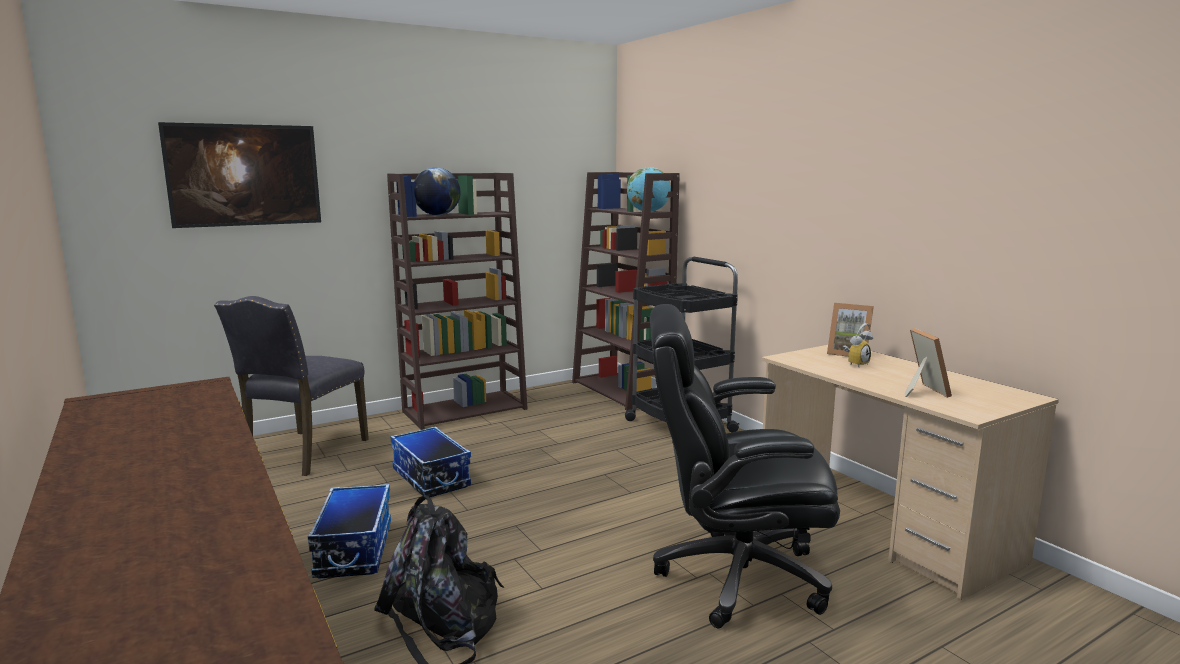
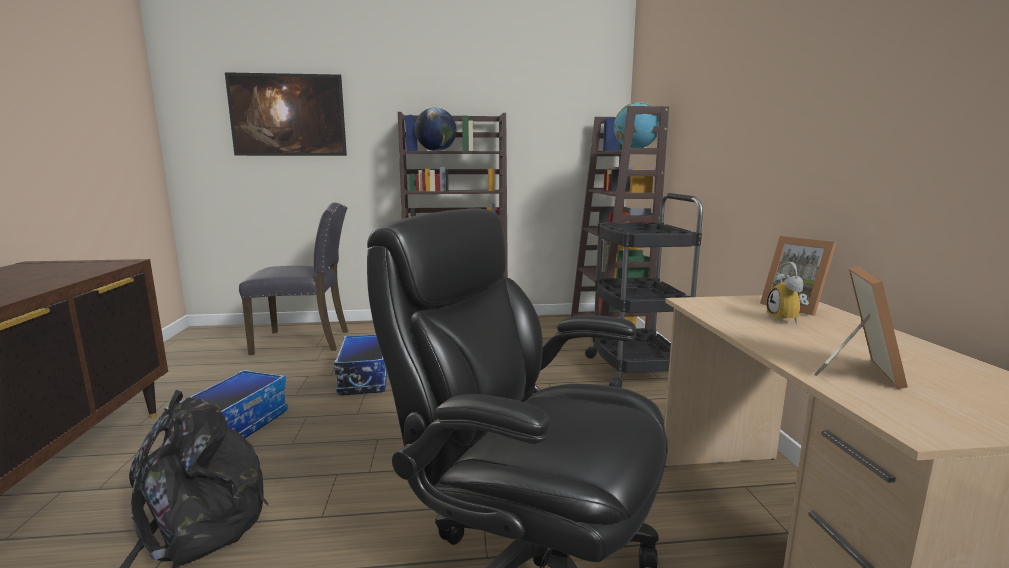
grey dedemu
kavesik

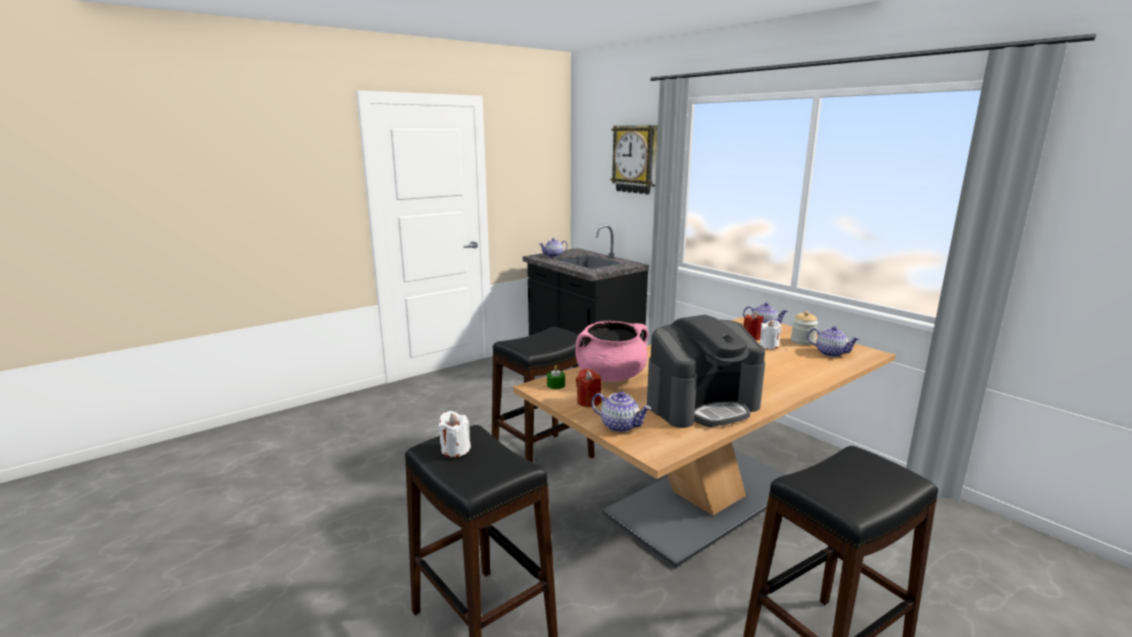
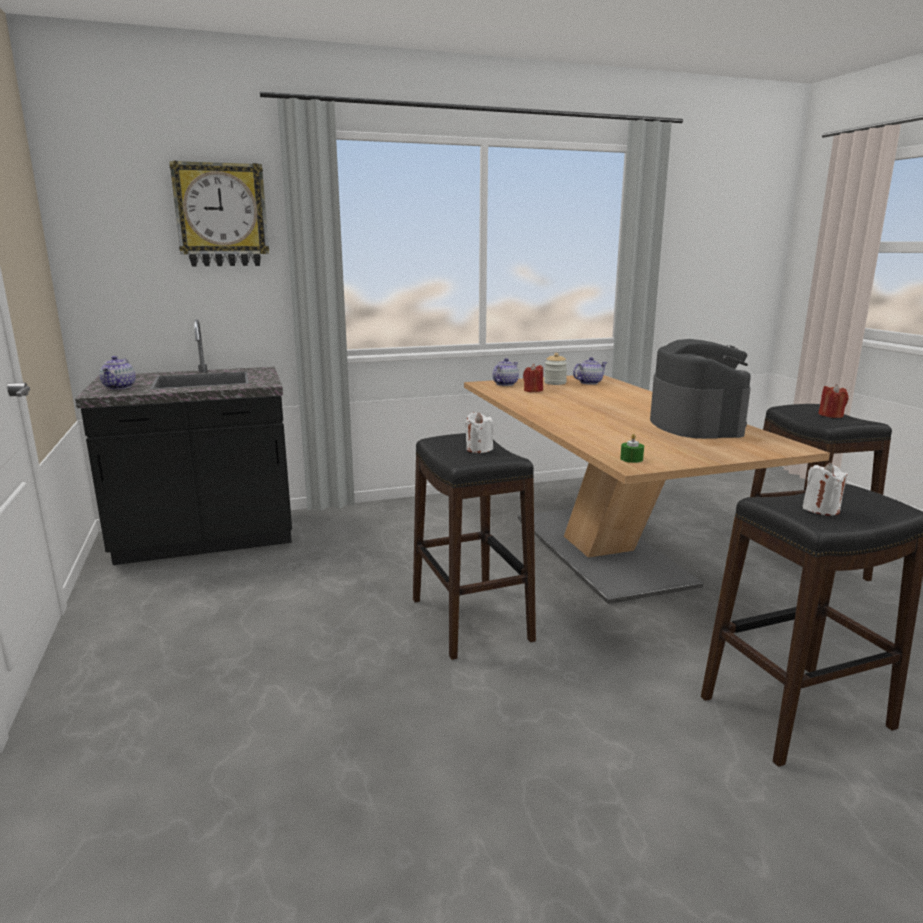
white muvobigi (1st from left)
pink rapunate
red muvobigi (2nd from left)
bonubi (2nd from left in the first image)

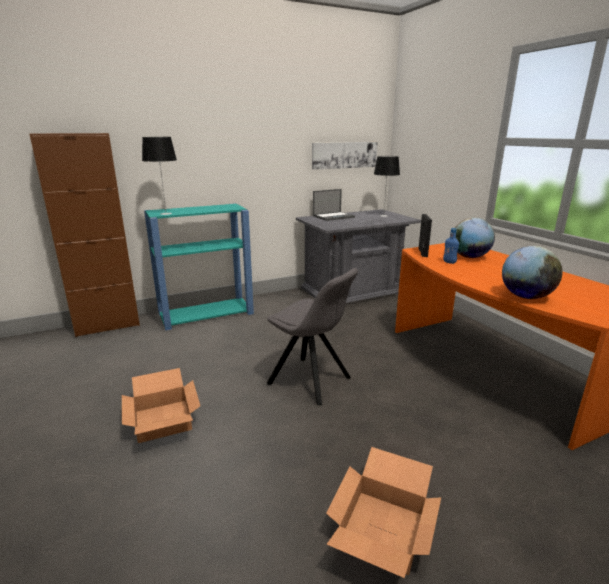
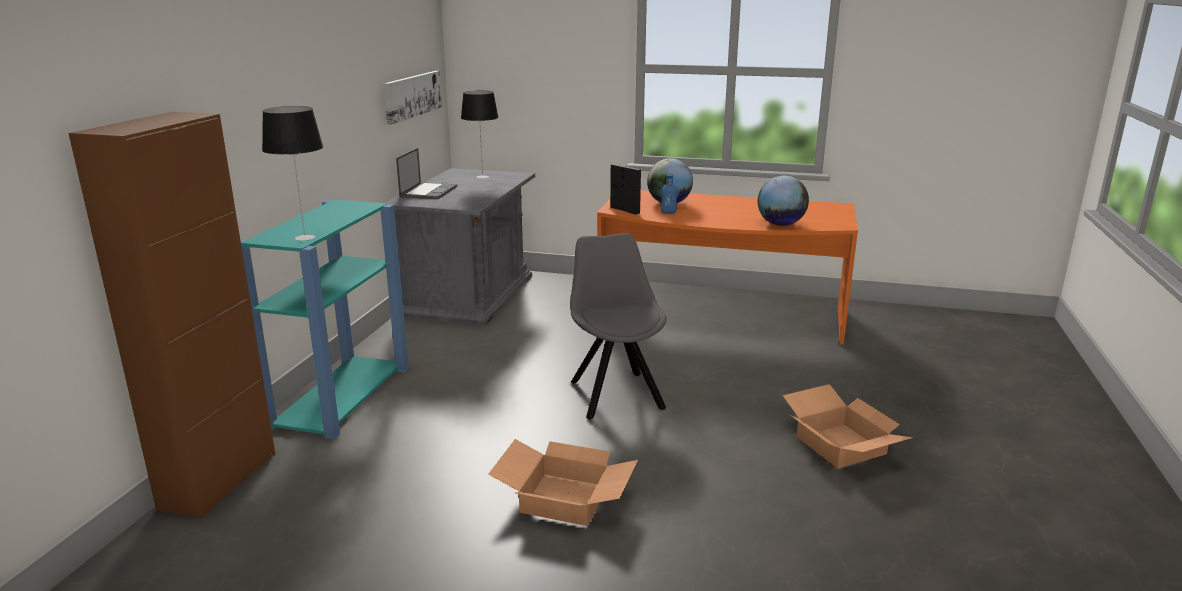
grey dedemu

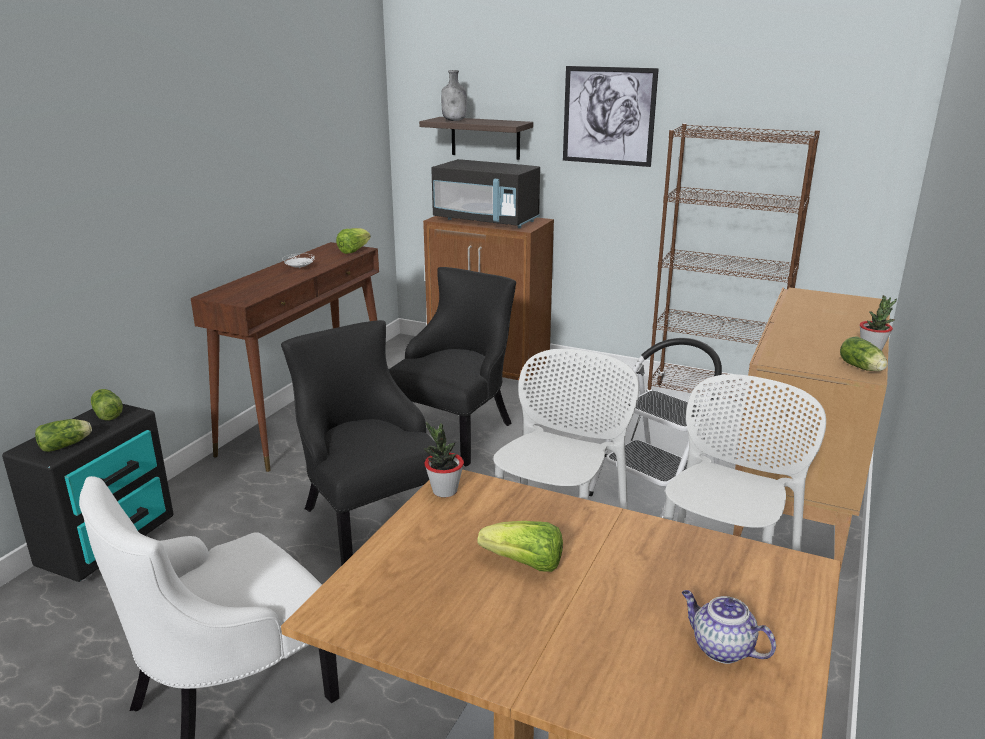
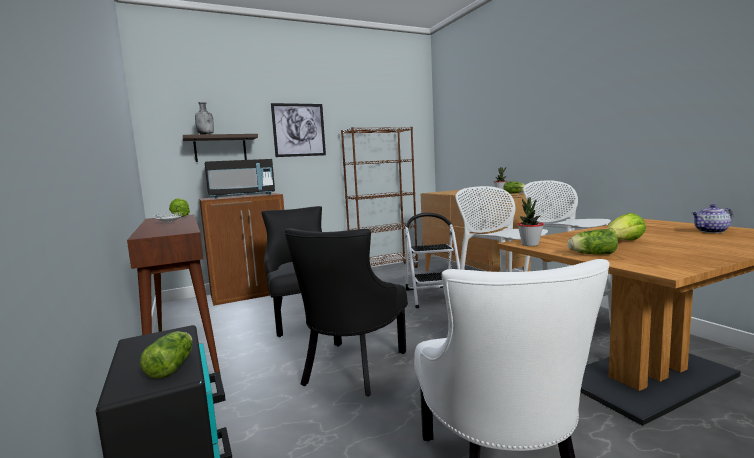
black dedemu (2nd from left)
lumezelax (4th from left)

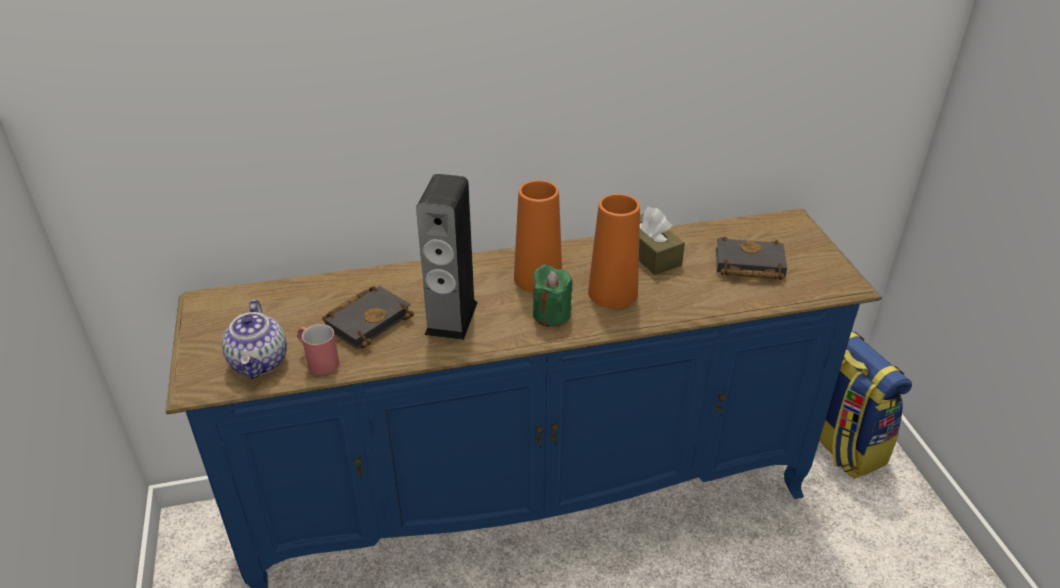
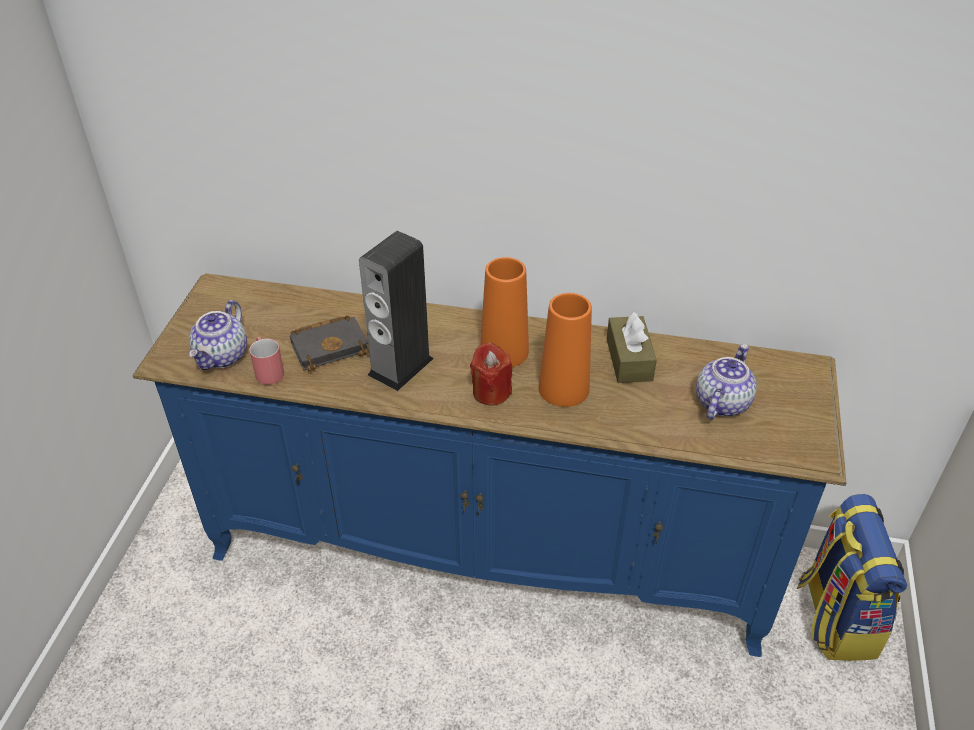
bonubi (2nd from left)
red muvobigi

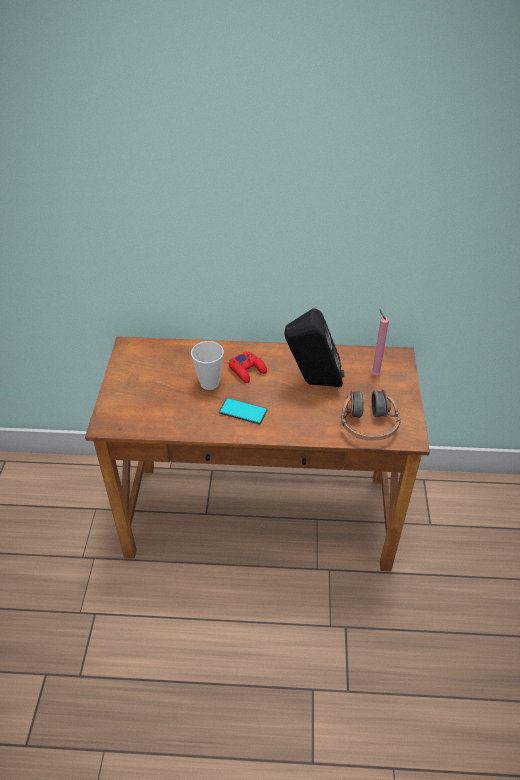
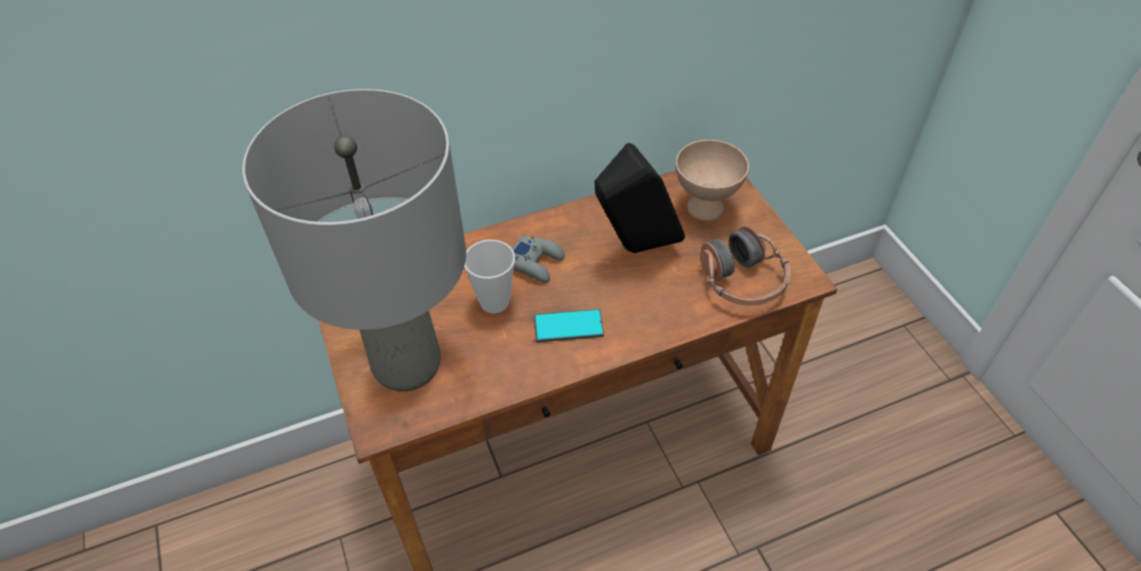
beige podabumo
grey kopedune
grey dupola

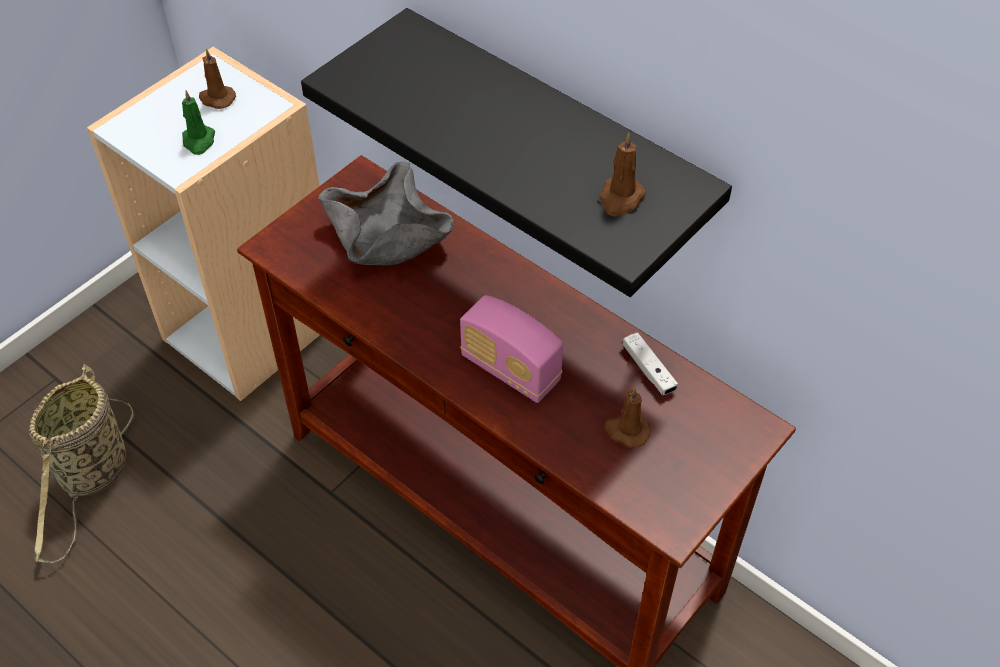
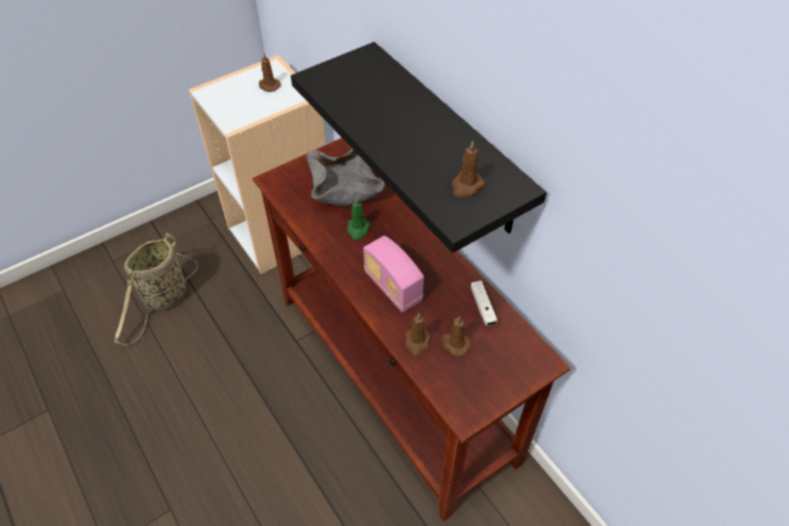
green muvobigi
brown muvobigi (2nd from left)

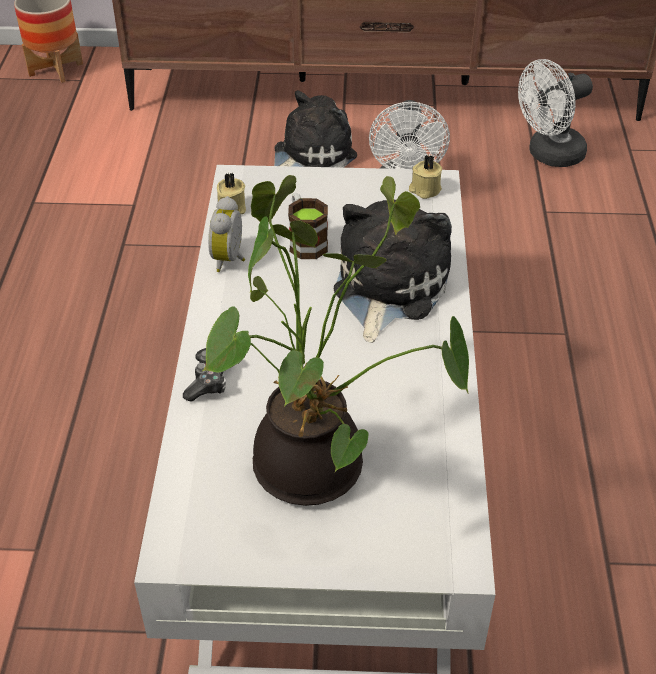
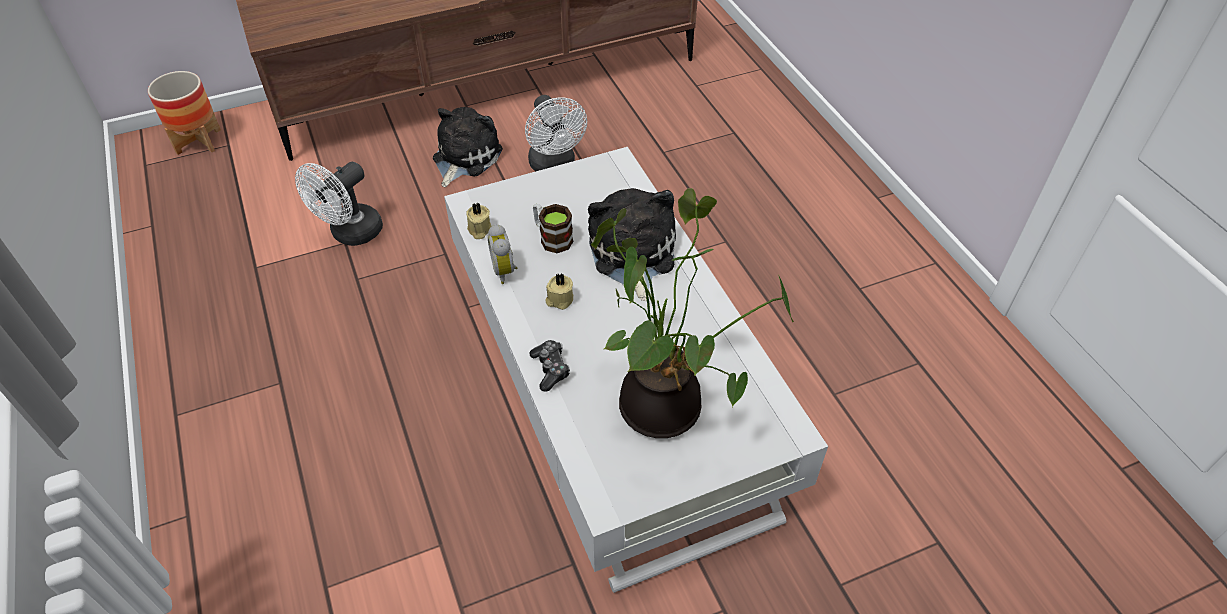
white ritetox (1st from left)
beige muvobigi (2nd from left)

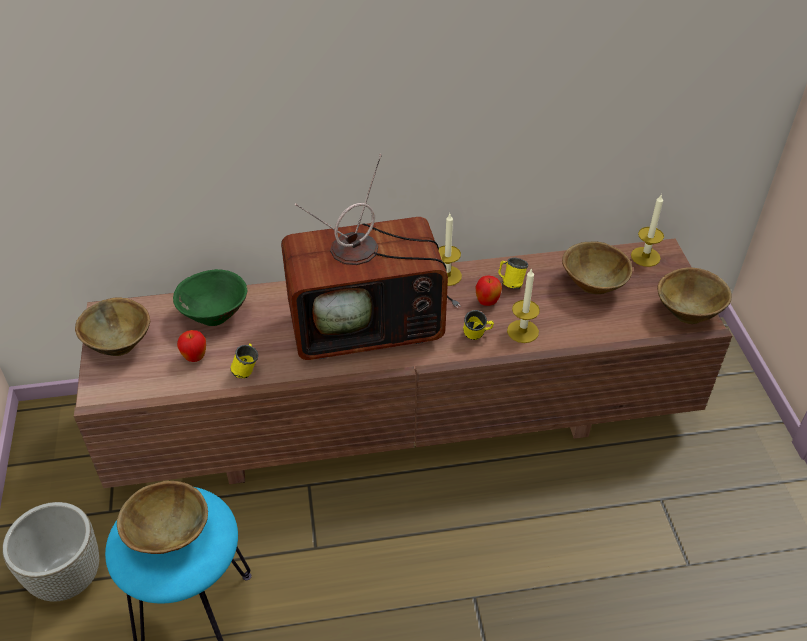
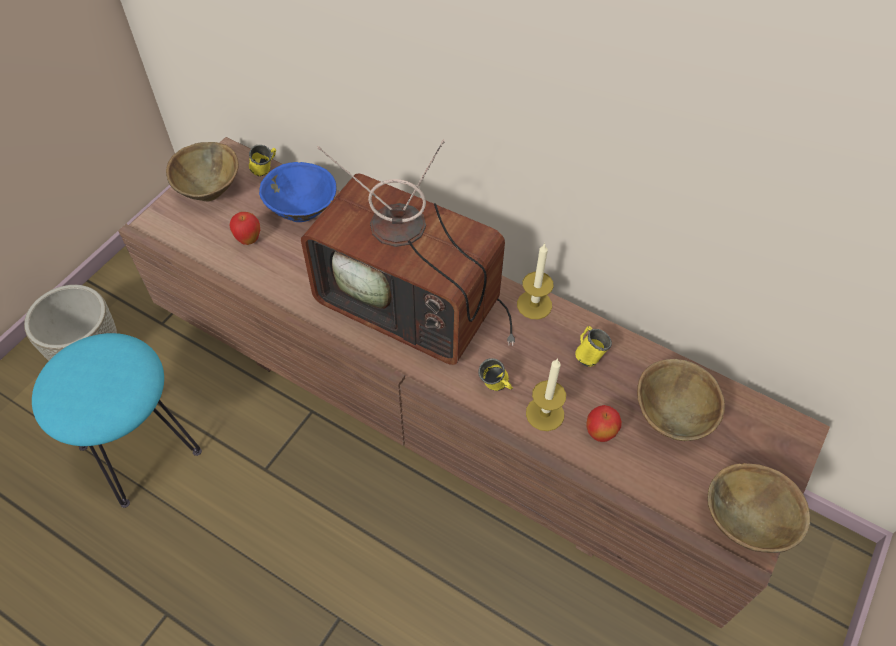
muvobigi (3rd from left in the first image)
blue podabumo
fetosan (2nd from left)
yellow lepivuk (1st from left)
brown podabumo (2nd from left in the first image)

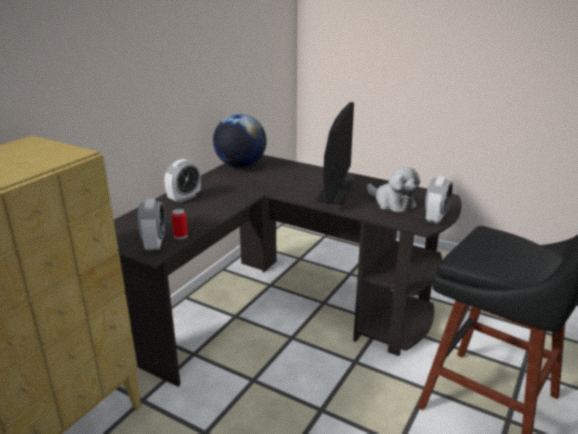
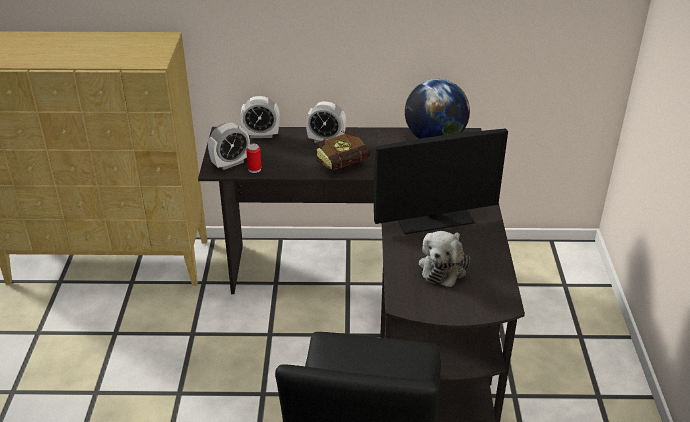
kavesik (2nd from left)
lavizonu

